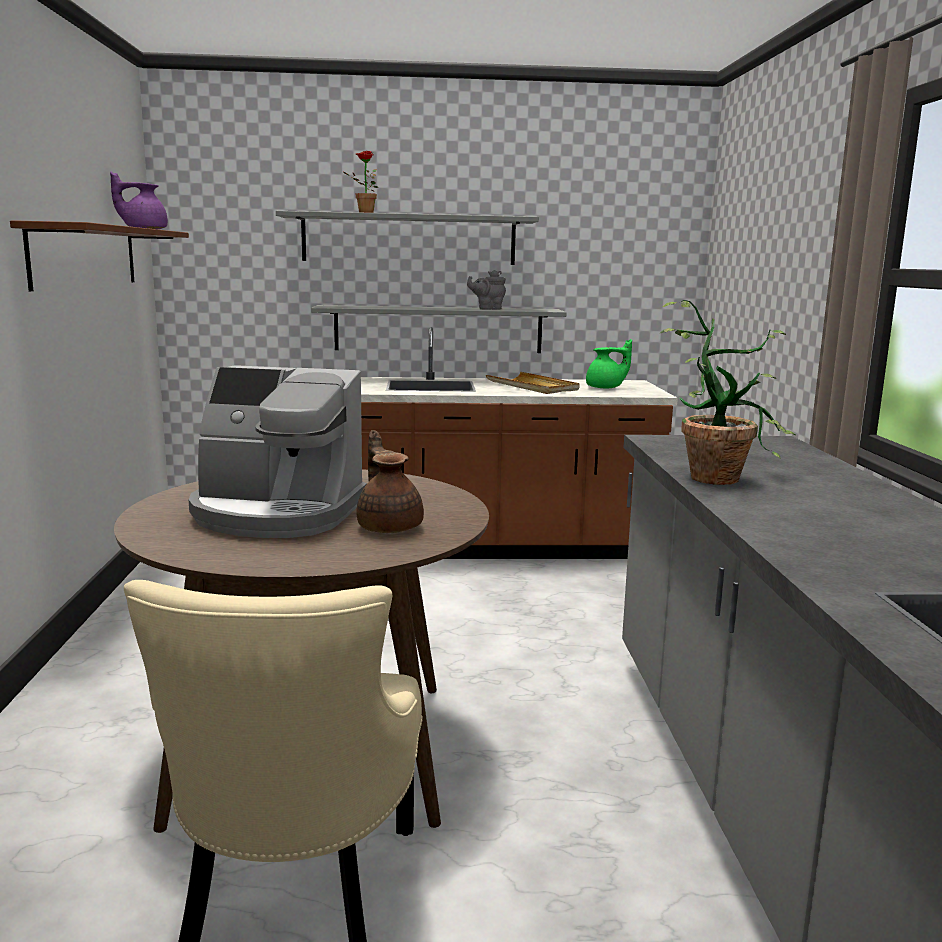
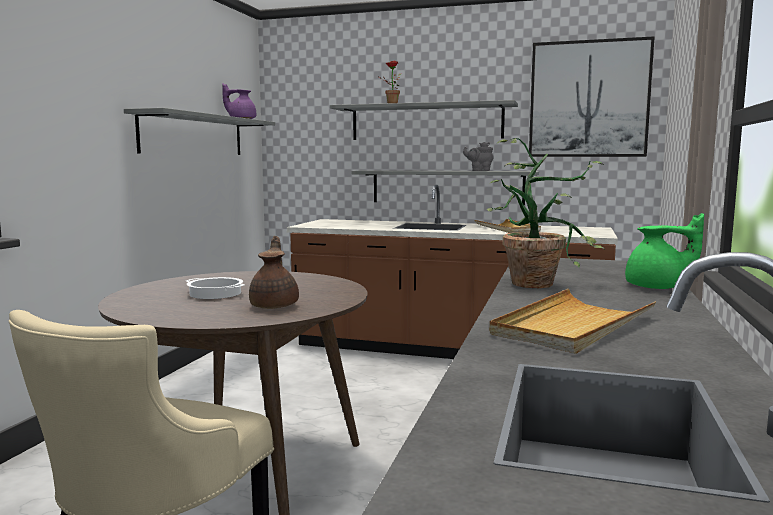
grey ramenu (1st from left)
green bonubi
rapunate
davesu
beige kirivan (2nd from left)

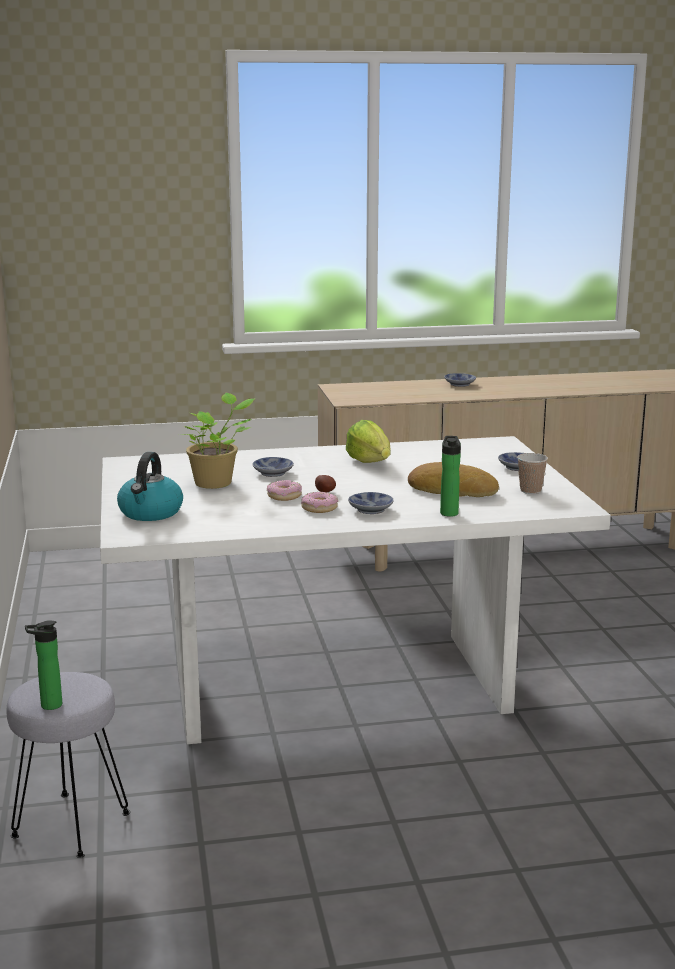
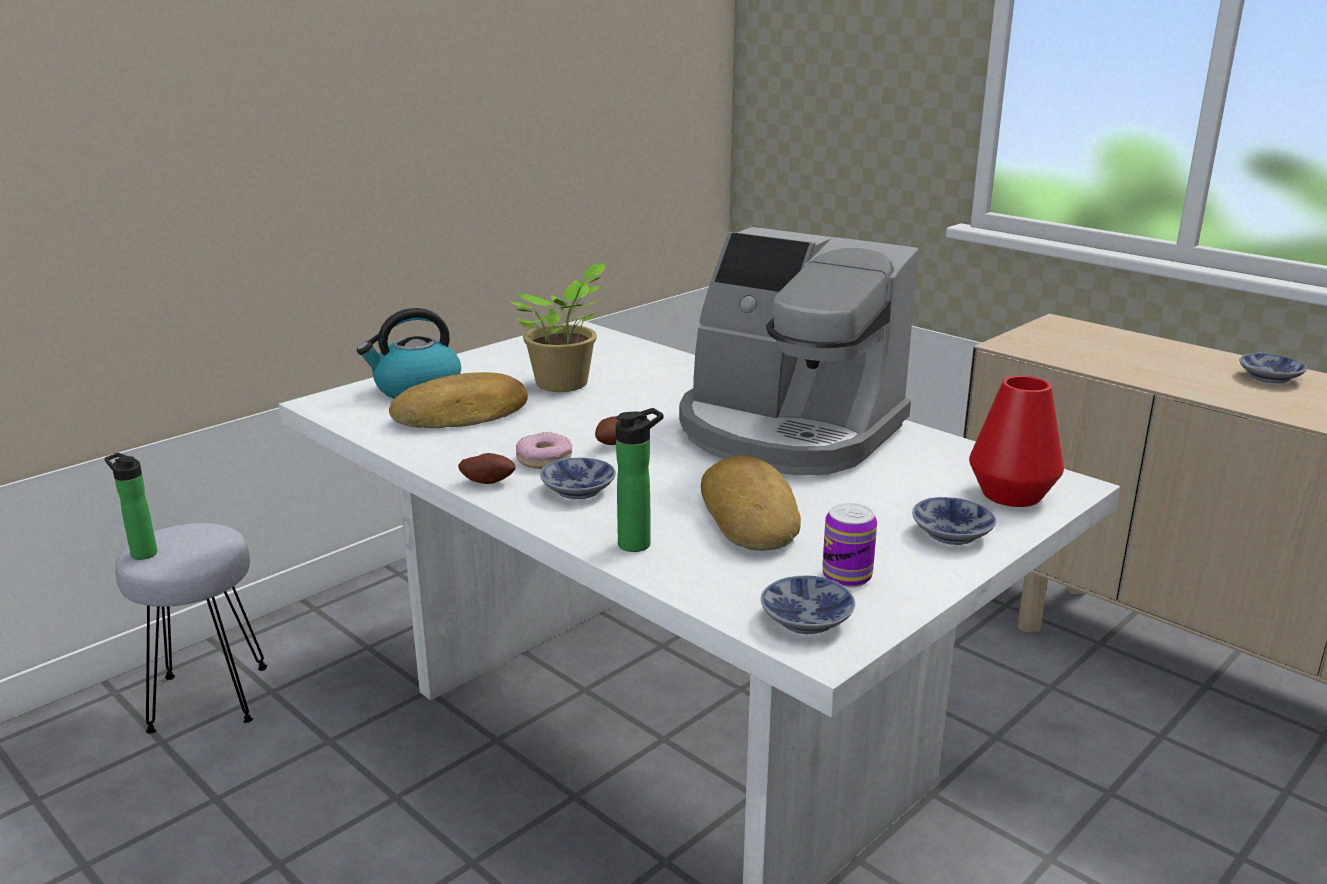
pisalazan
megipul
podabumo (2nd from left)
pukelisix (1st from left in the first image)
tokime (1st from left)
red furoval
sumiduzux (1st from left)

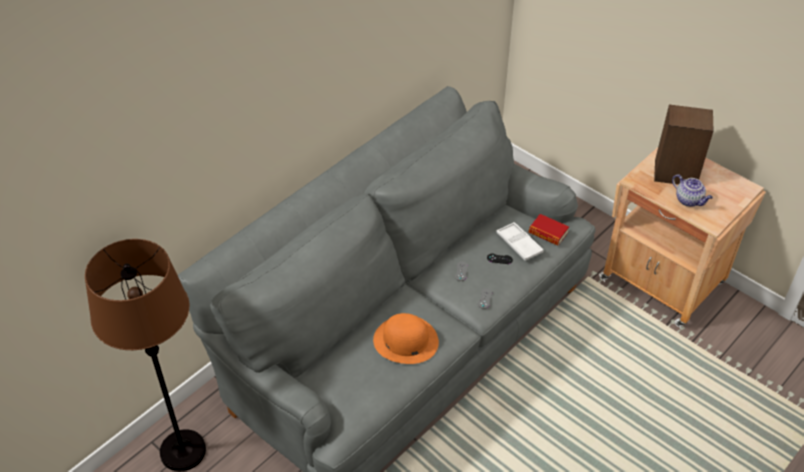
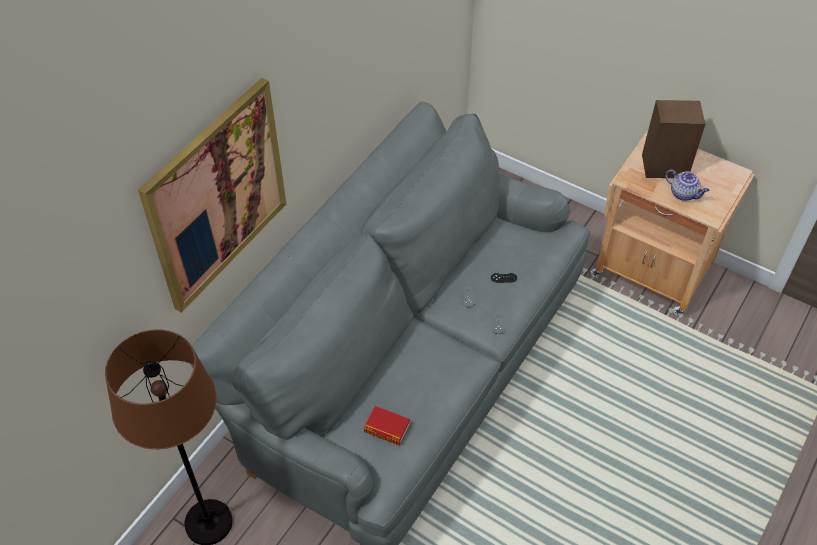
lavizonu
white kirivan
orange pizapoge
davesu

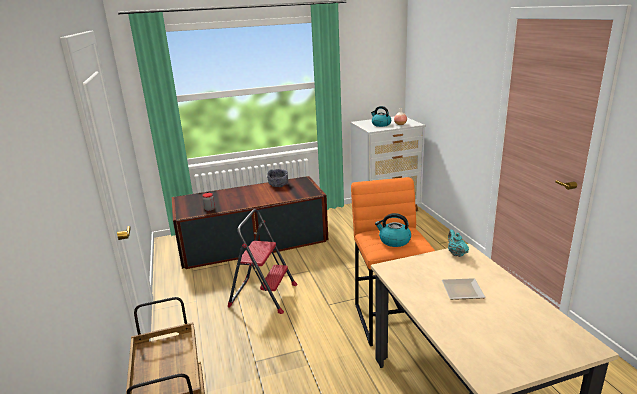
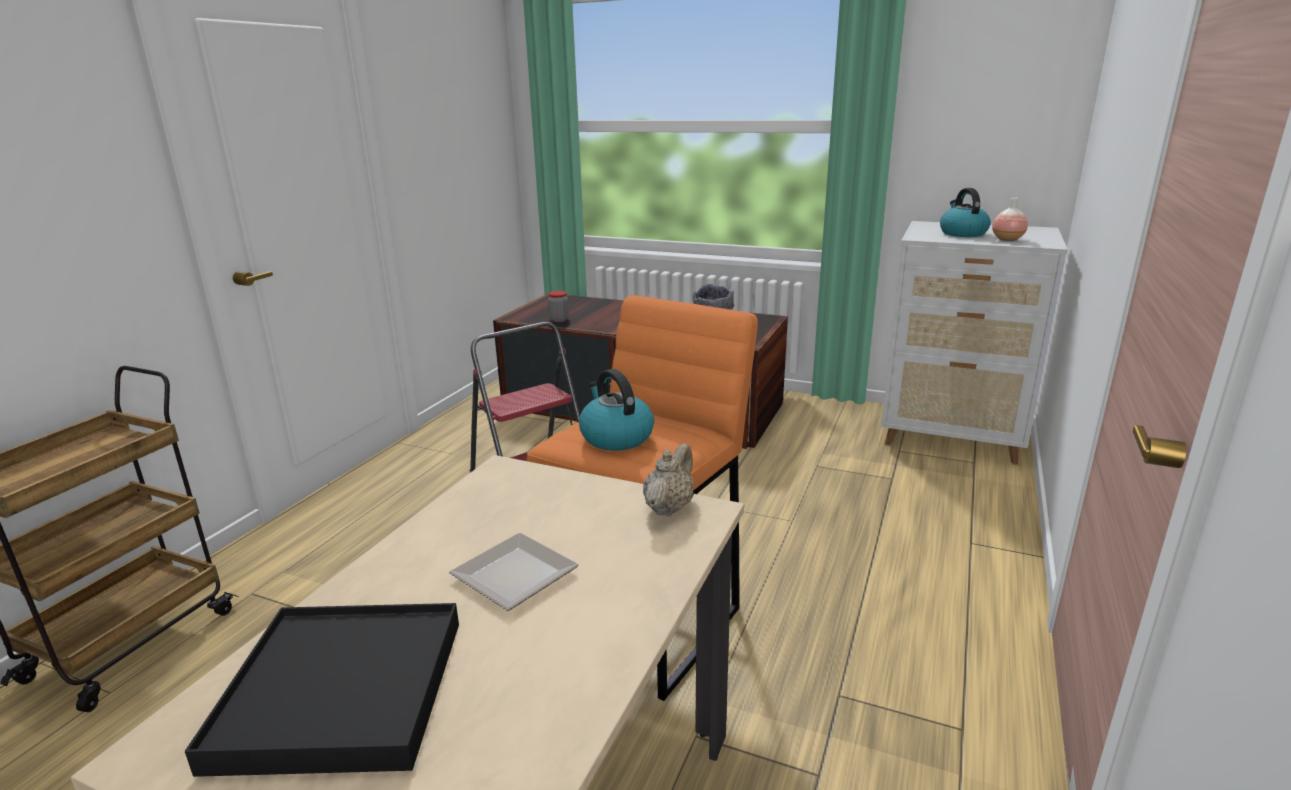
beige bonubi
black kirivan

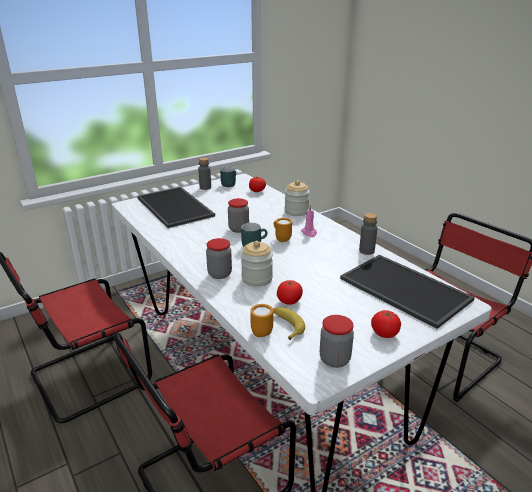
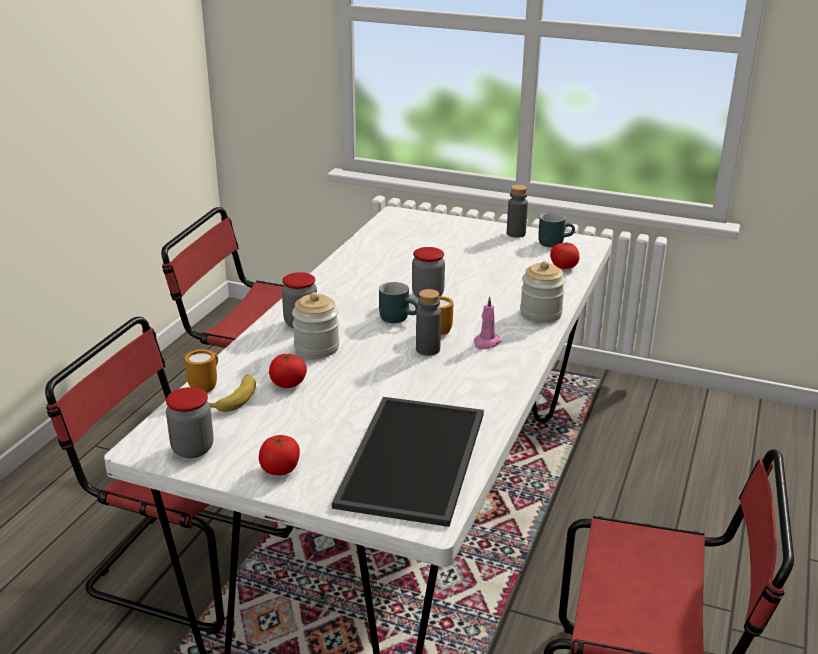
kirivan (1st from left in the first image)
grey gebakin (1st from left)

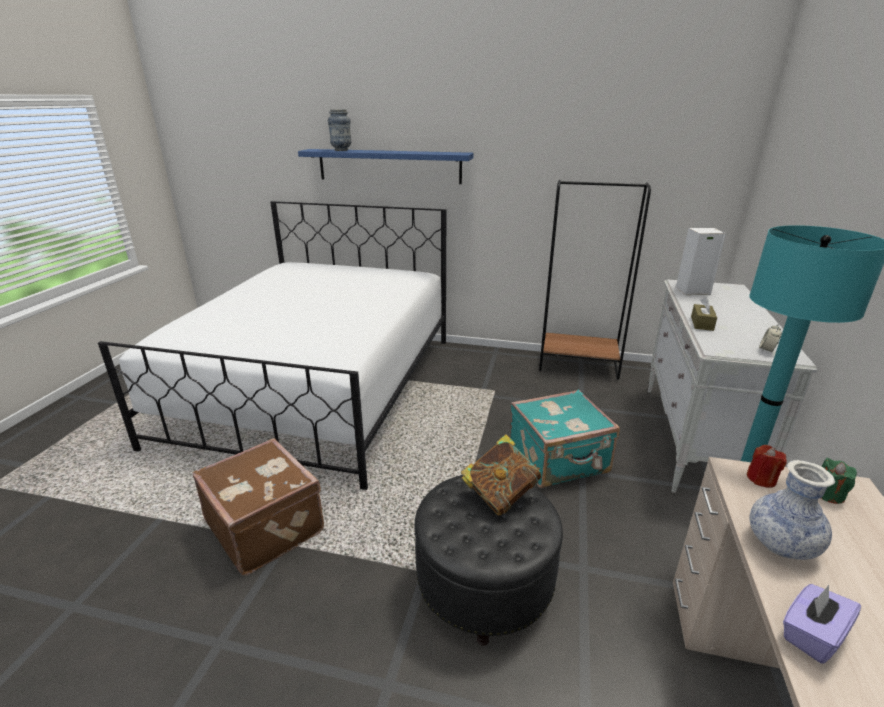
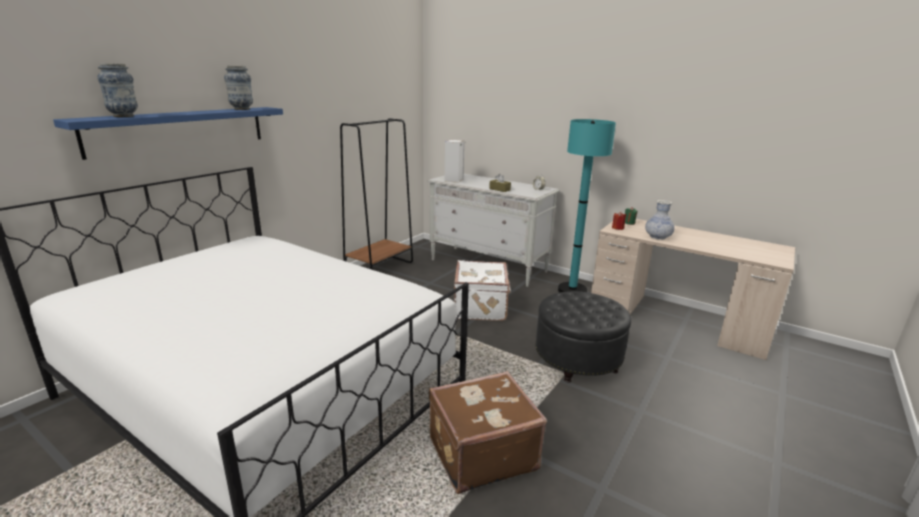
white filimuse
lavizonu
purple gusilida
furoval (2nd from left)

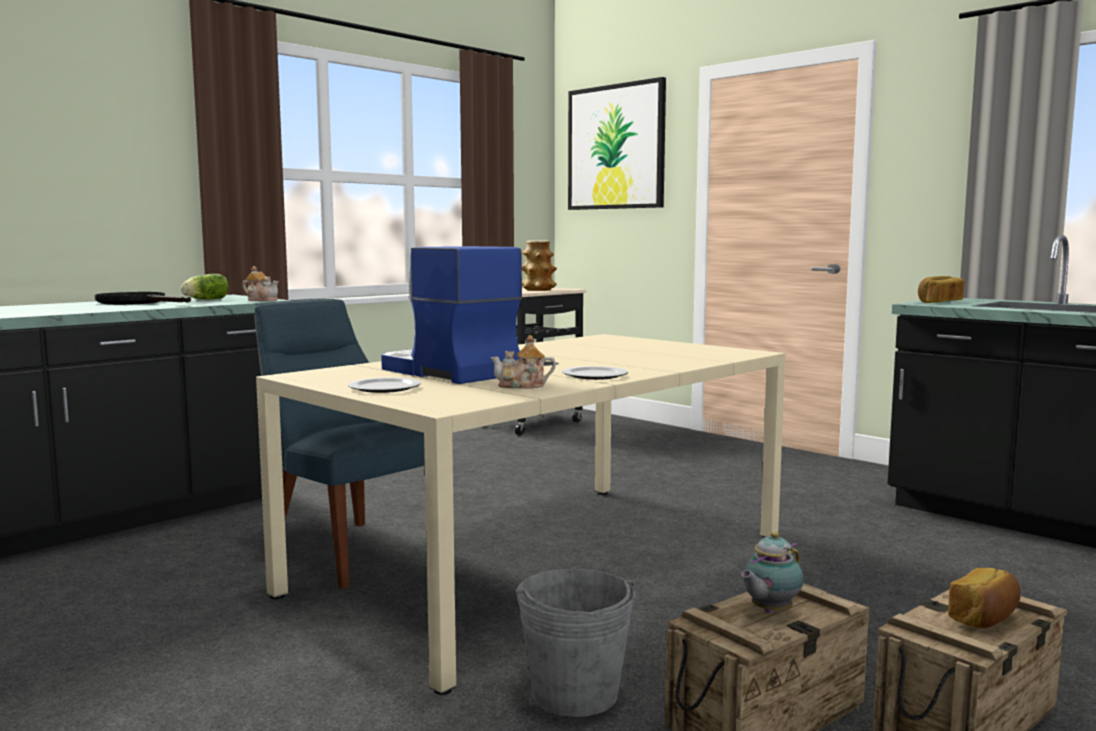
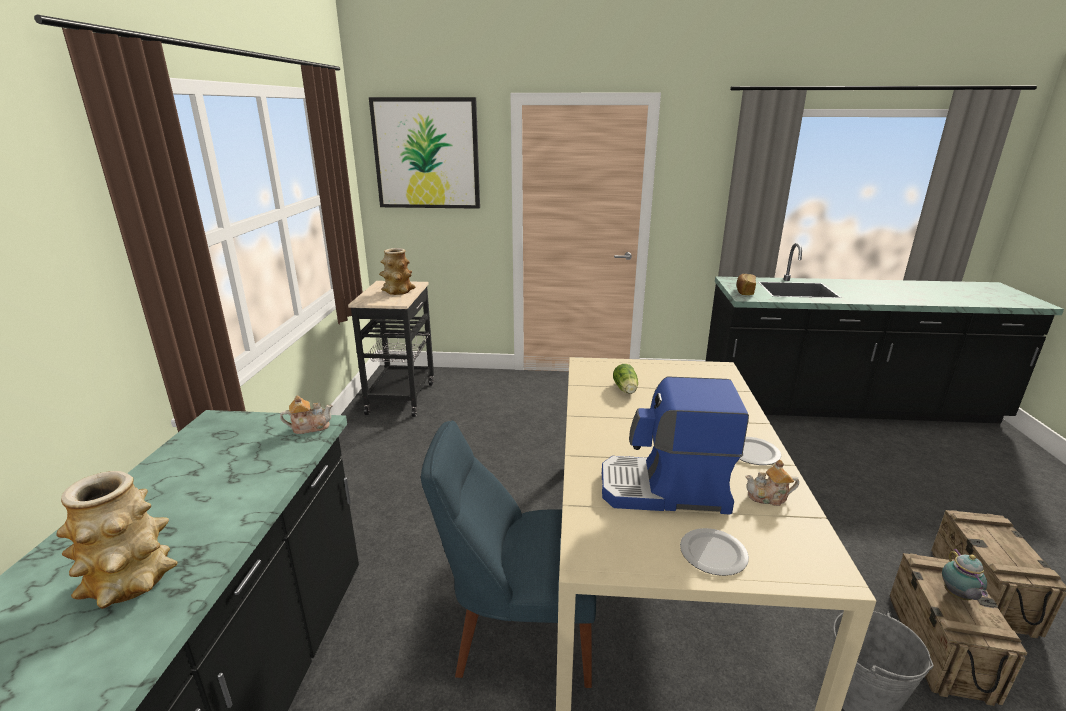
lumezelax
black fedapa
bonubi (2nd from left)
tokime (2nd from left in the first image)
furoval (1st from left)

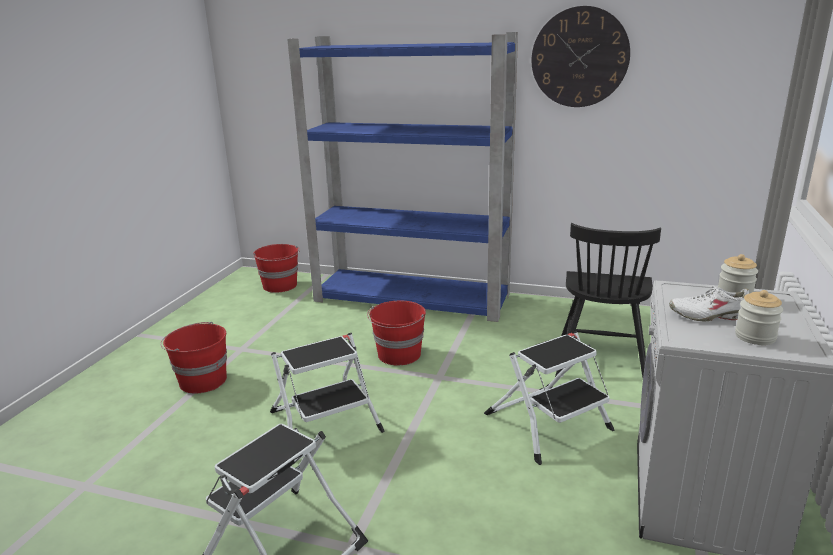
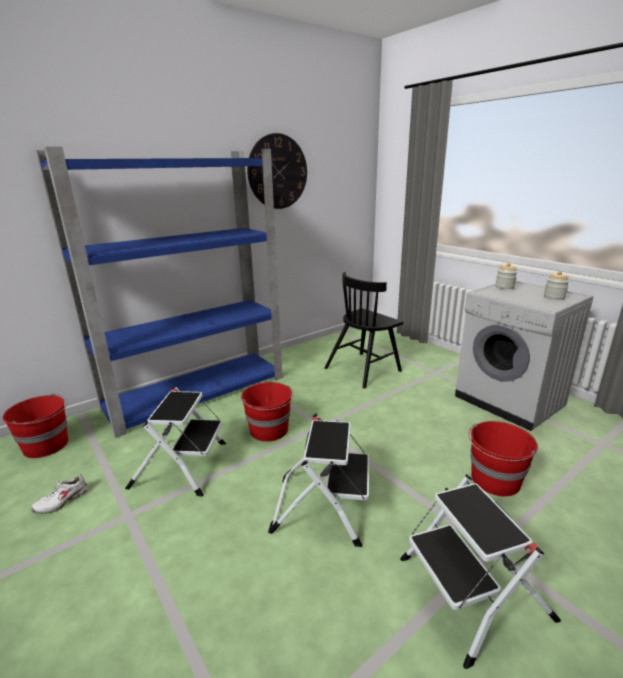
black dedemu
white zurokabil
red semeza (3rd from left)
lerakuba (1st from left)

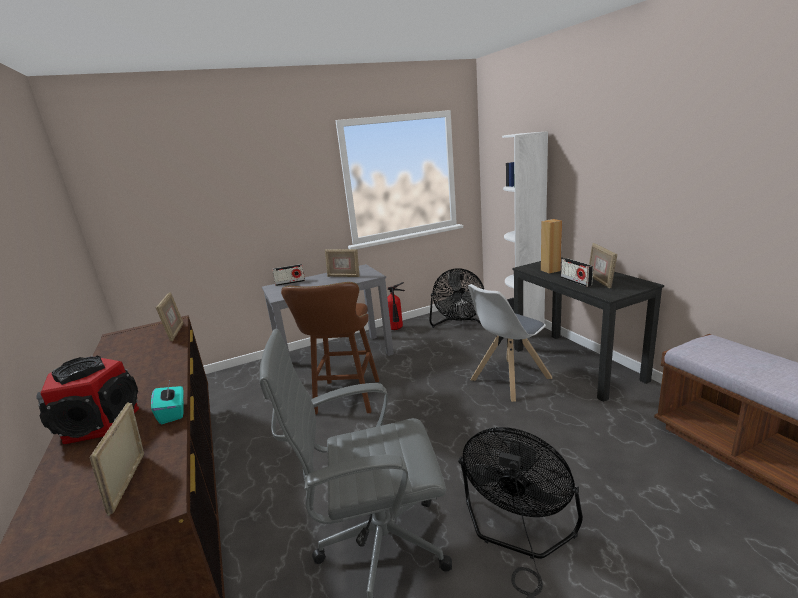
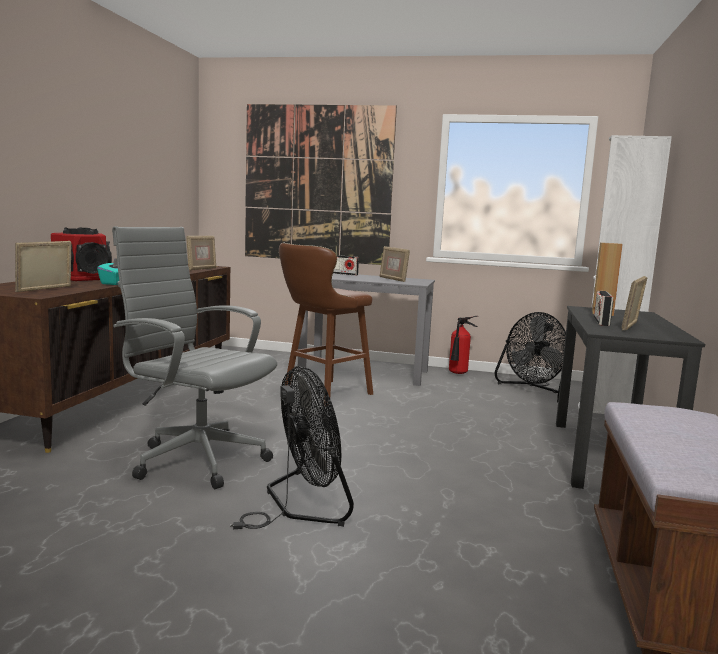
dedemu
davesu

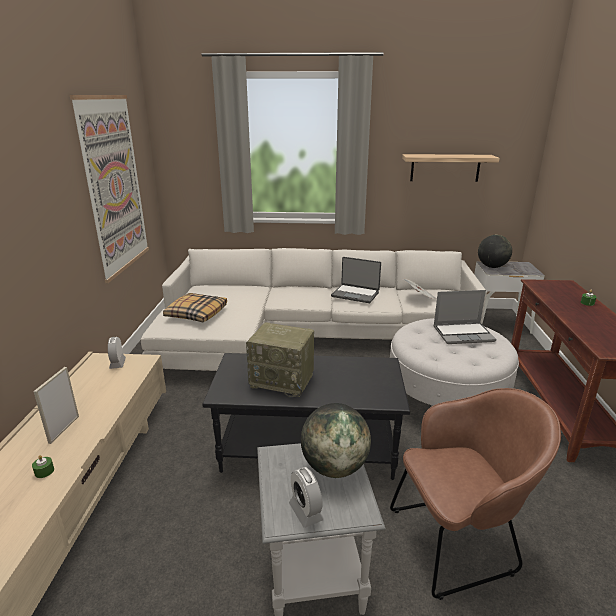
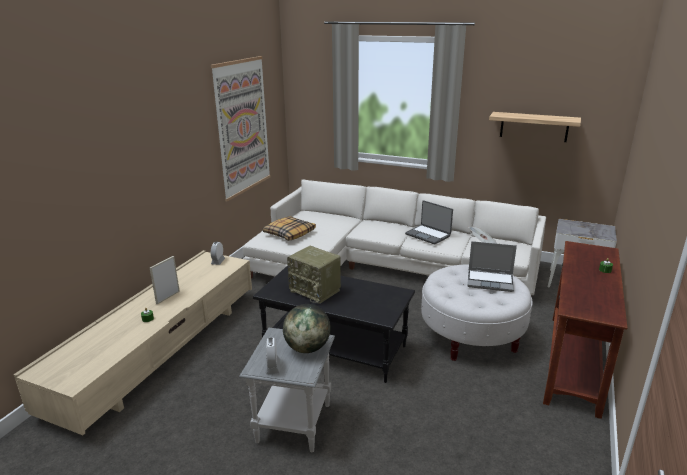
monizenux (2nd from left in the first image)
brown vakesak

